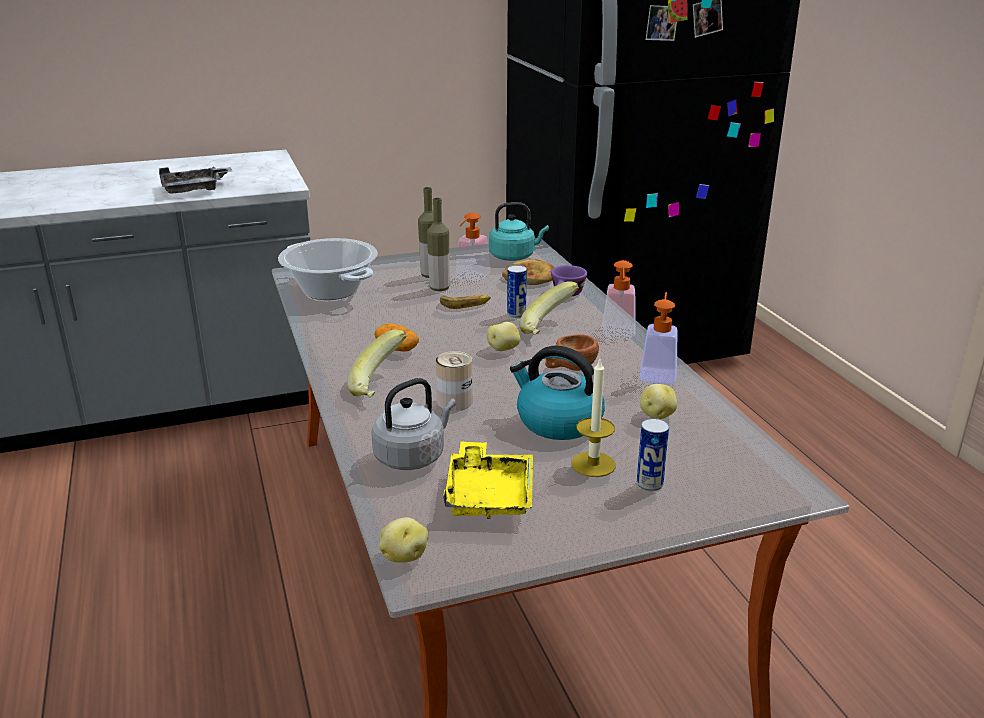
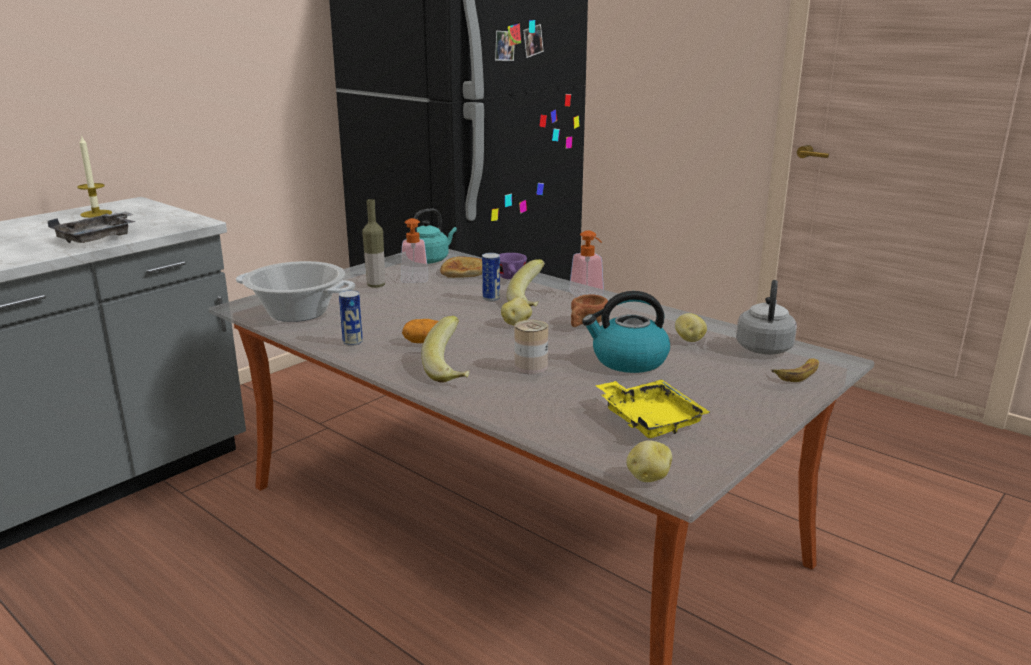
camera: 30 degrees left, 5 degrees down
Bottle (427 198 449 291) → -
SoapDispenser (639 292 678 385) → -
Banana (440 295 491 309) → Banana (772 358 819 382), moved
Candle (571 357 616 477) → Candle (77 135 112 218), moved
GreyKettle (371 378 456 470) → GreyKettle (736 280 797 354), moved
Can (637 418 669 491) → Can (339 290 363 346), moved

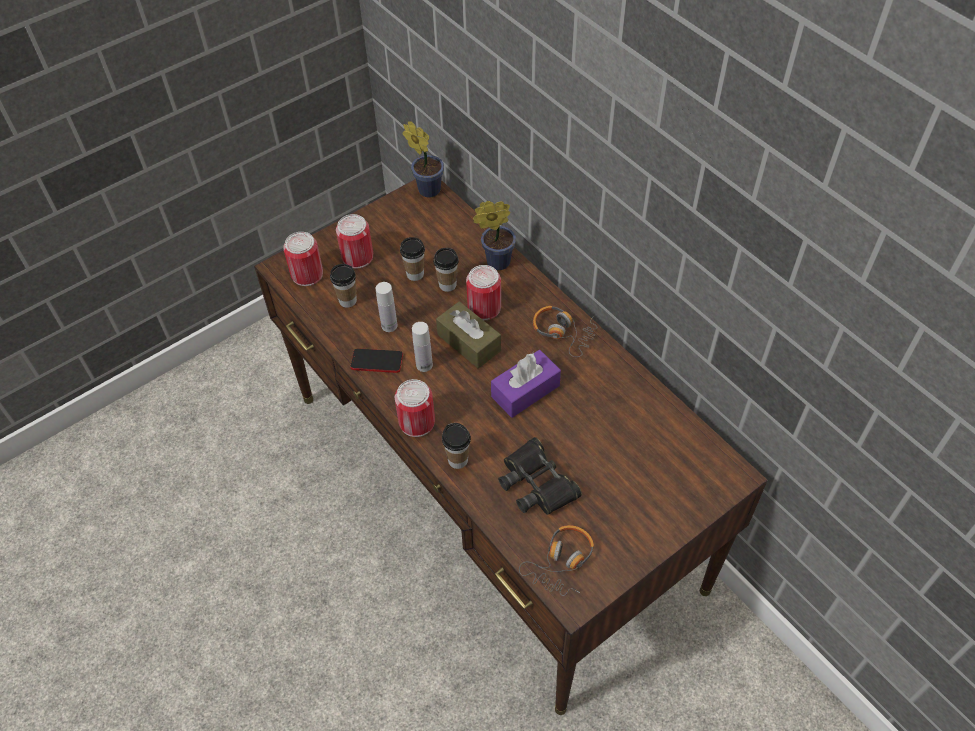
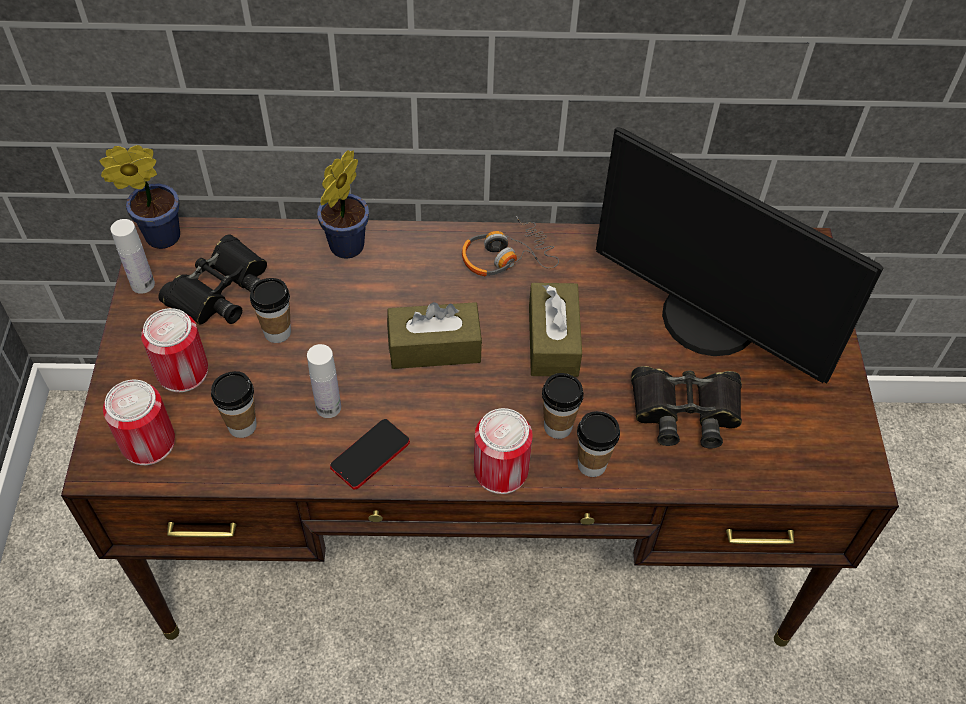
camera: 55 degrees left, 0 degrees up
Cup (433 248 459 292) → Cup (542 373 584 439), moved
Can (466 265 501 320) → -
WhiteBottle (412 322 433 372) → WhiteBottle (110 219 155 294), moved
PurpleTissueBox (491 350 561 418) → BrownTissueBox (529 283 582 377)
Headphones (519 525 594 596) → -
- → Monitor (596 127 883 383)
- → BlackBinoculars (159 234 267 324)

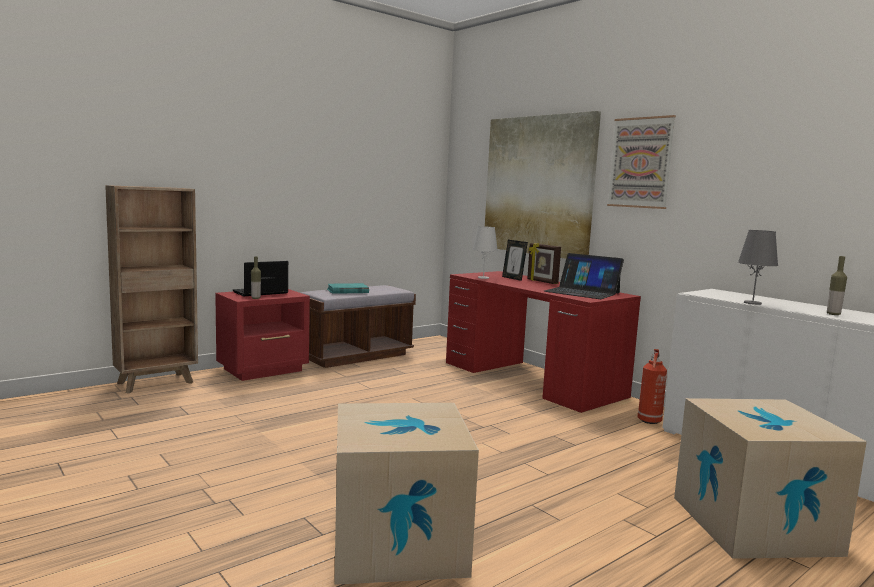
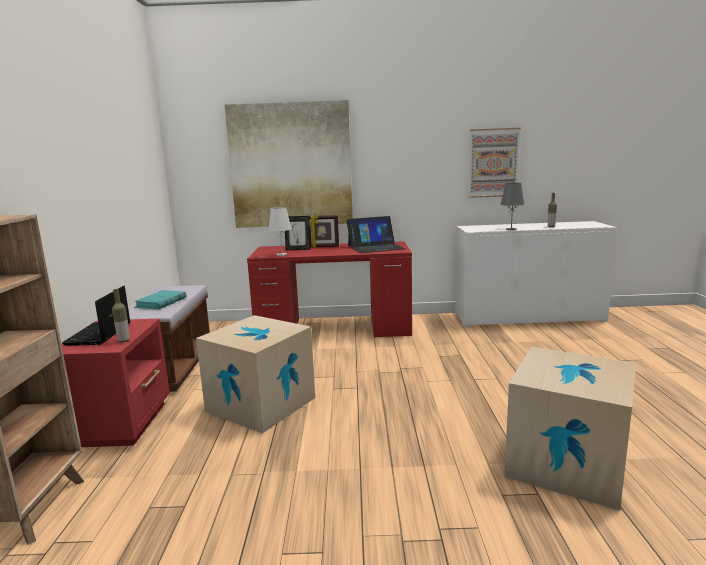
camera: 50 degrees left, 5 degrees up
Picture (607 115 676 209) → Picture (468 128 521 198), moved
FireExtinguisher (638 349 667 424) → -
CardboardBox (674 398 867 559) → CardboardBox (196 315 315 433), moved

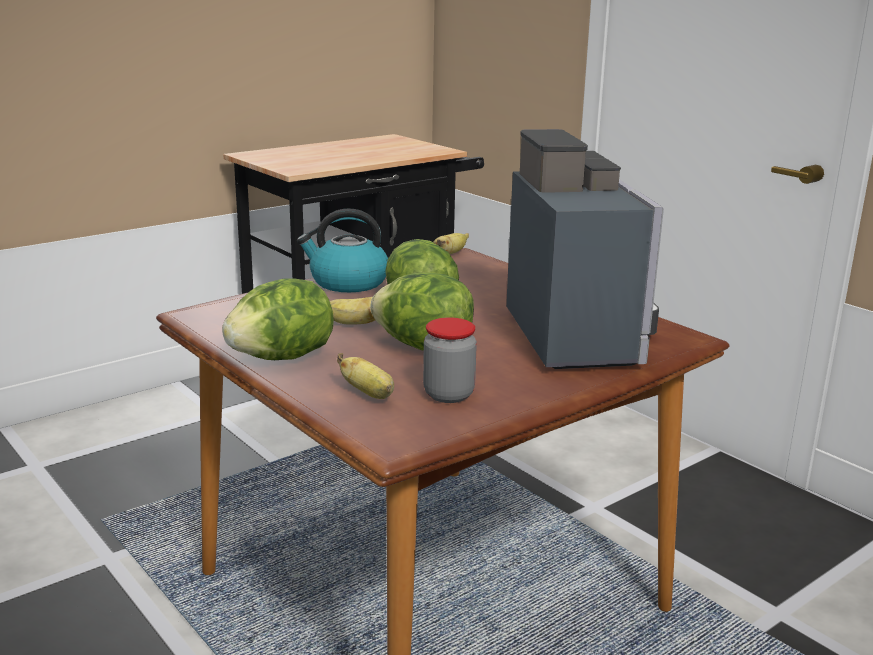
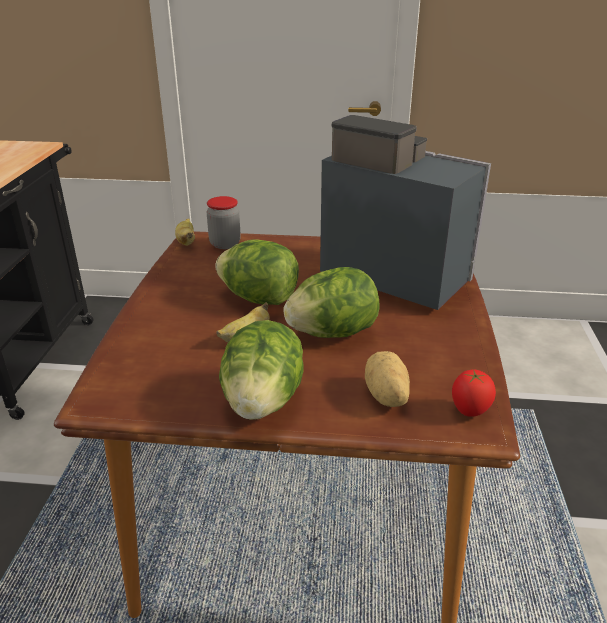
camera: 45 degrees left, 10 degrees up
Kettle (297 209 388 292) → -
Jar (423 317 477 403) → Jar (207 196 241 249), moved
Banana (337 353 394 399) → Potato (365 351 410 407)
- → Tomato (452 370 496 417)

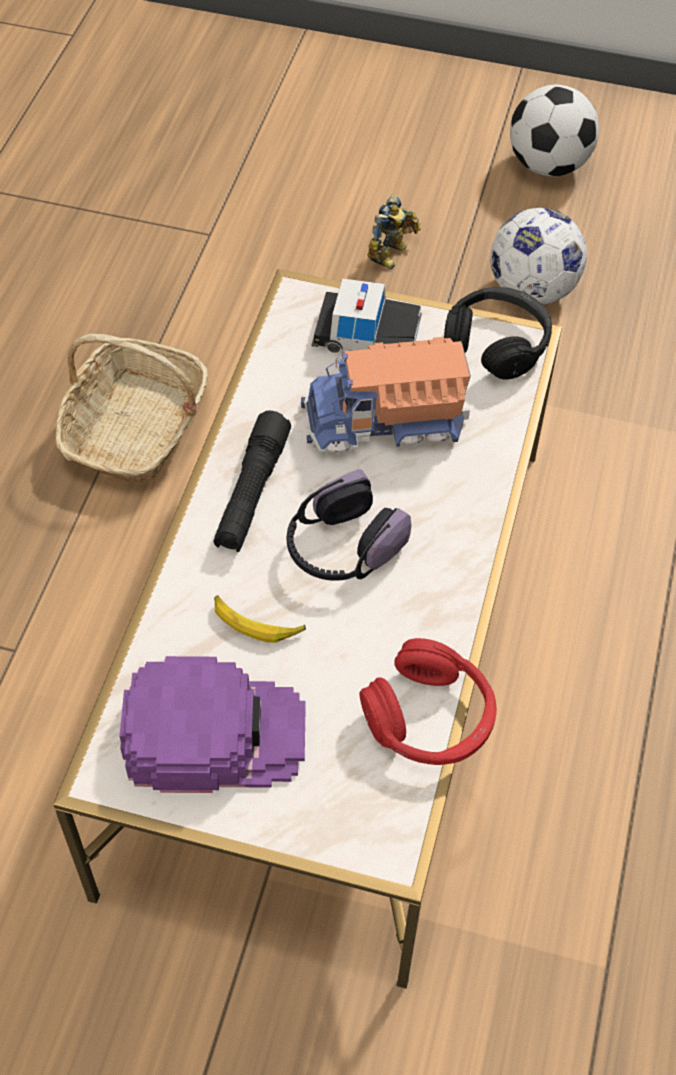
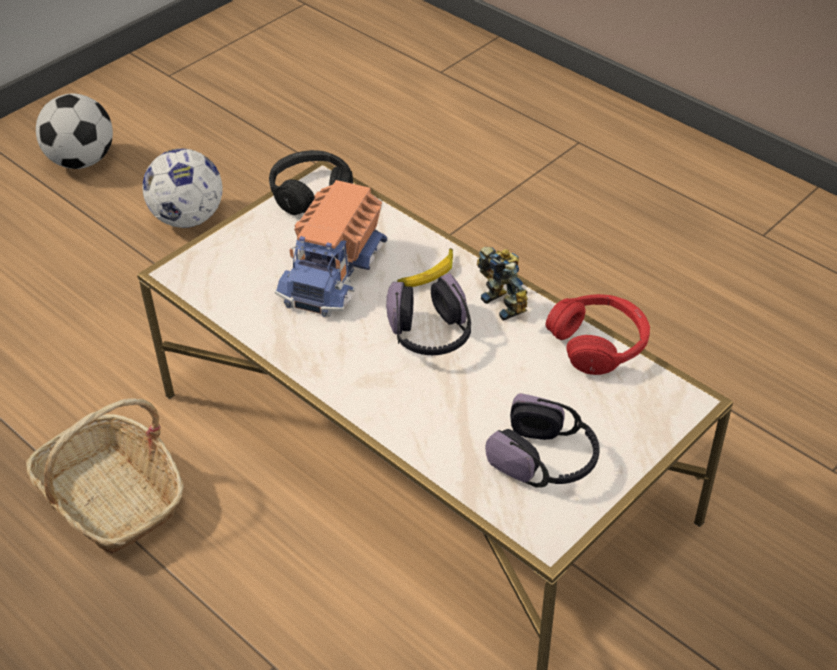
camera: 60 degrees left, 10 degrees down
ToyRobot (367 195 421 270) → ToyRobot (477 247 528 321), moved
ToyCar (311 279 422 353) → -
BlackFlashlight (213 410 291 552) → -
Banana (214 595 306 643) → Banana (397 248 453 287), moved
PurpleCap (119 656 306 793) → Headphones (485 393 600 488)

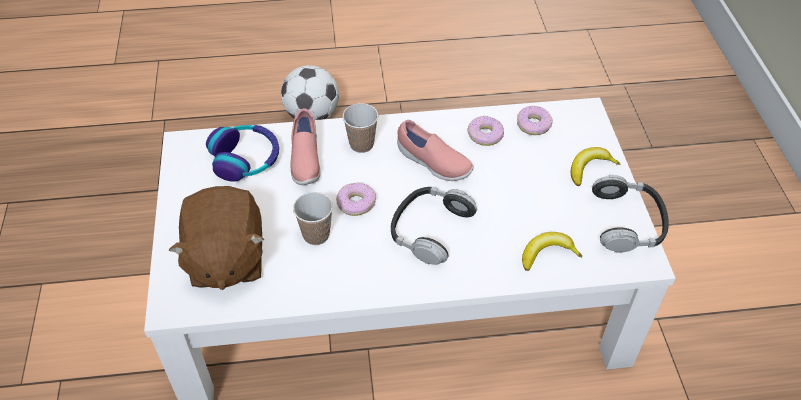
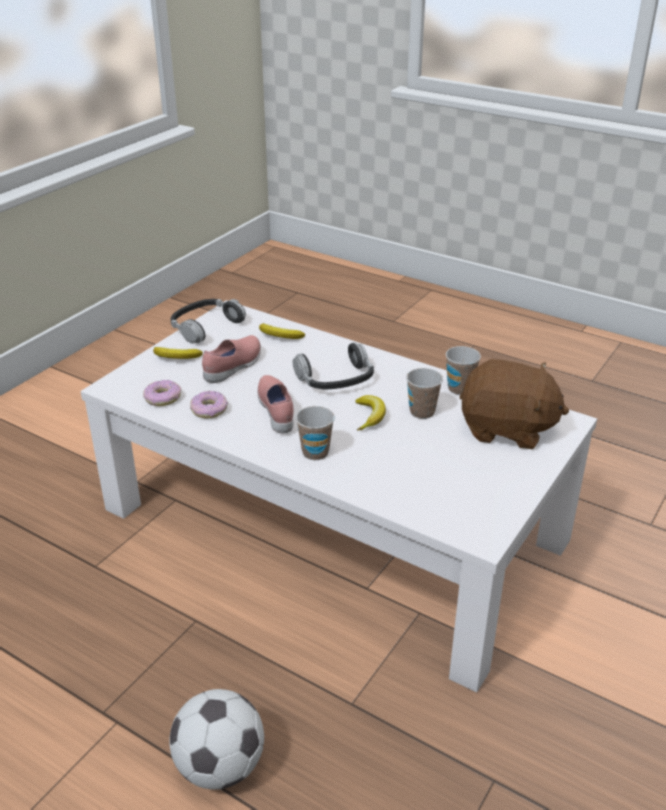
camera: 140 degrees left, 15 degrees down
PinkShoe (290 108 320 185) → PinkShoe (202 335 261 383), moved
Headphones (206 125 279 182) → -
Donut (336 183 376 216) → Banana (355 395 386 431)
BrownPlushToy (169 186 264 290) → BrownPlushToy (460 359 569 449), 75 degrees clockwise
- → Cup (445 346 481 395)

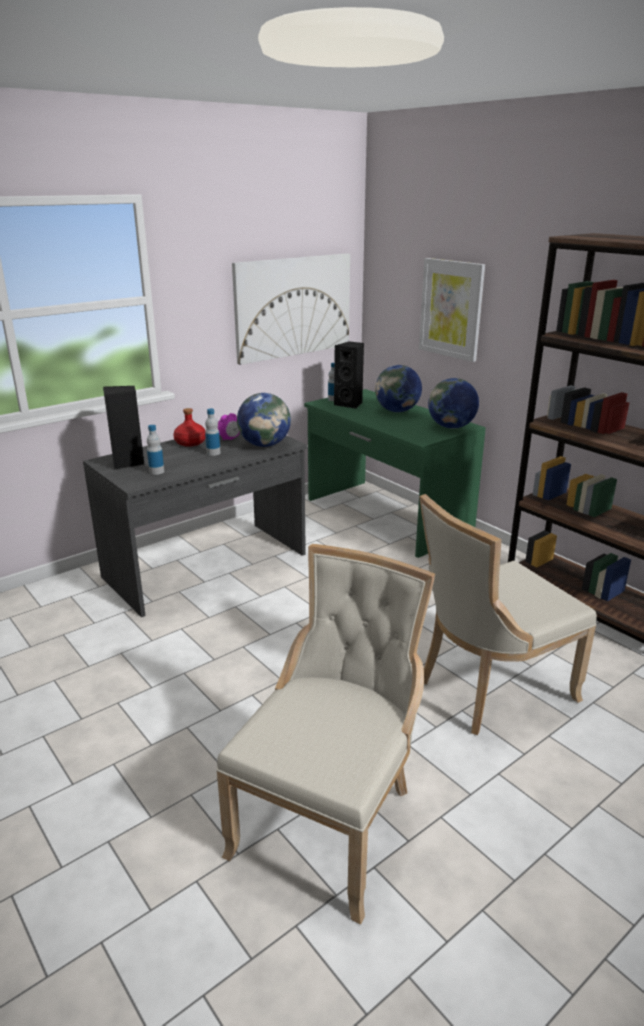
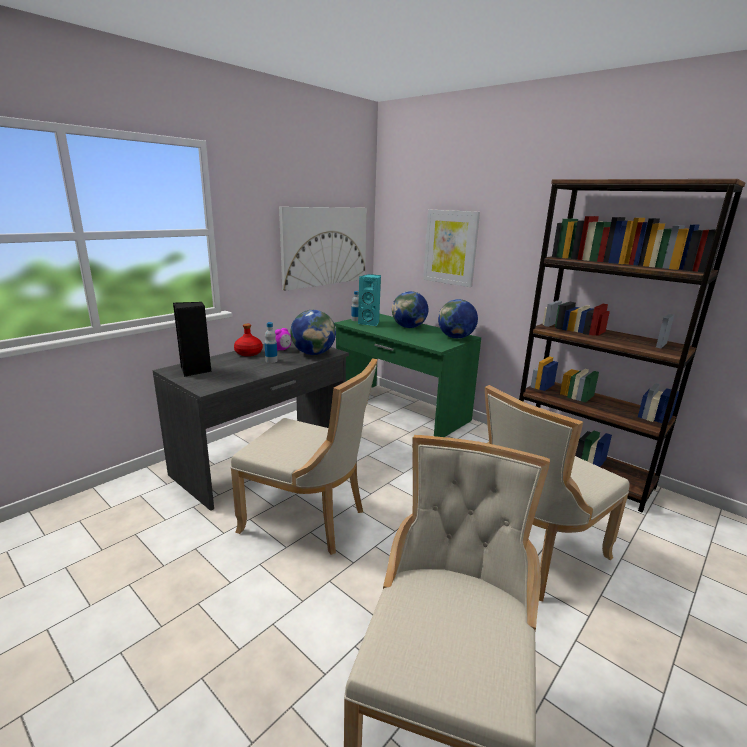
camera: 10 degrees left, 5 degrees down
BlackSpeaker (334 342 364 409) → TurquoiseSpeaker (358 274 381 326)
Bottle (147 425 164 475) → -
- → BeigeChair (230 358 378 555)

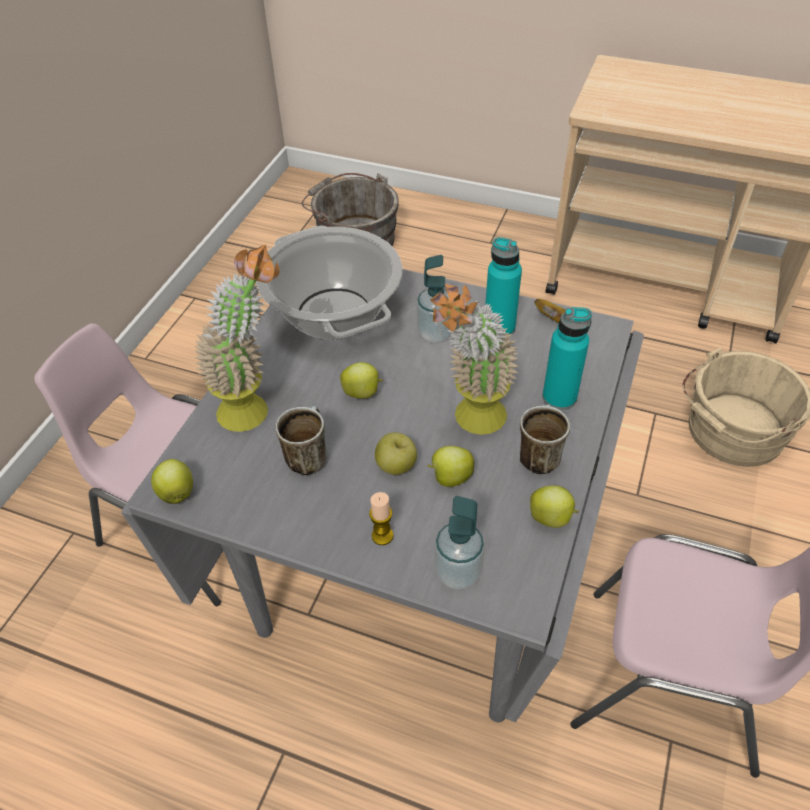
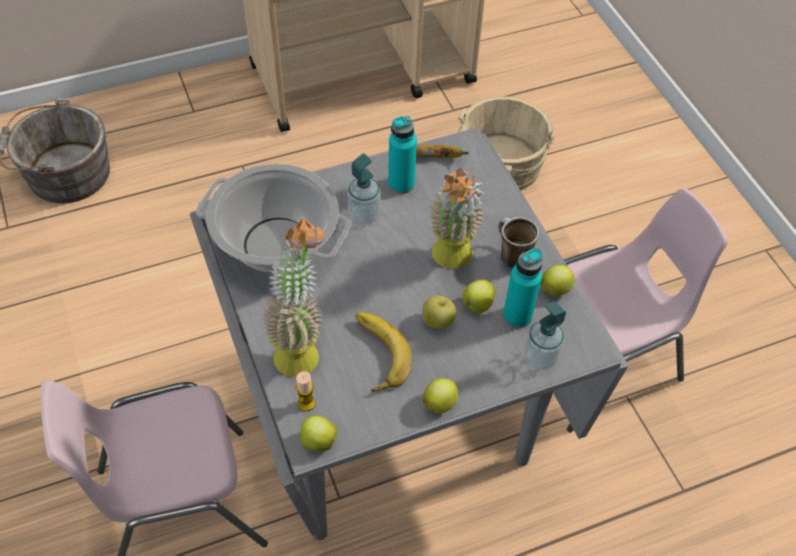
camera: 45 degrees left, 5 degrees up
TurquoiseBottle (543 307 592 410) → TurquoiseBottle (503 248 543 328), moved
Apple (340 362 383 399) → Apple (423 378 458 414), moved
Mug (275 406 327 475) → Banana (356 312 412 392)
Candle (369 492 393 545) → Candle (296 371 315 411), moved

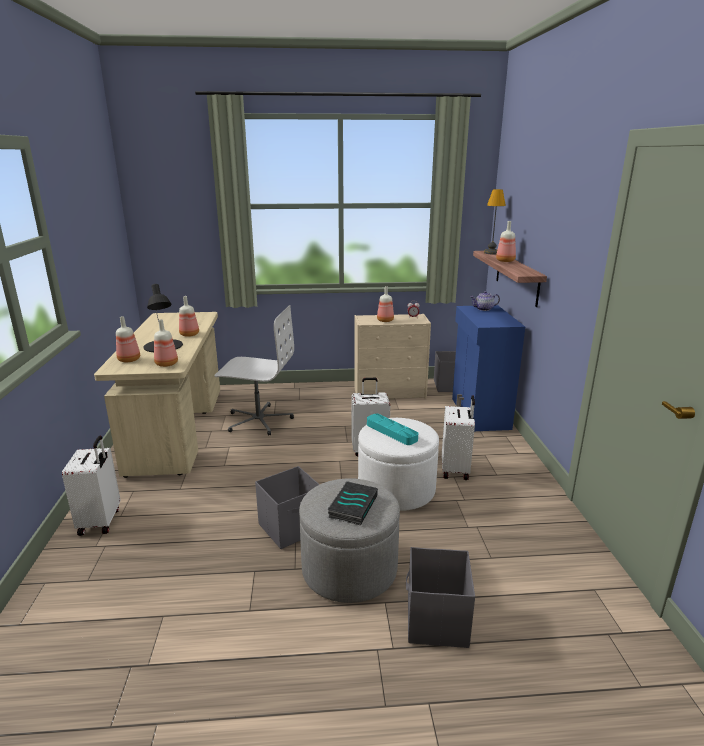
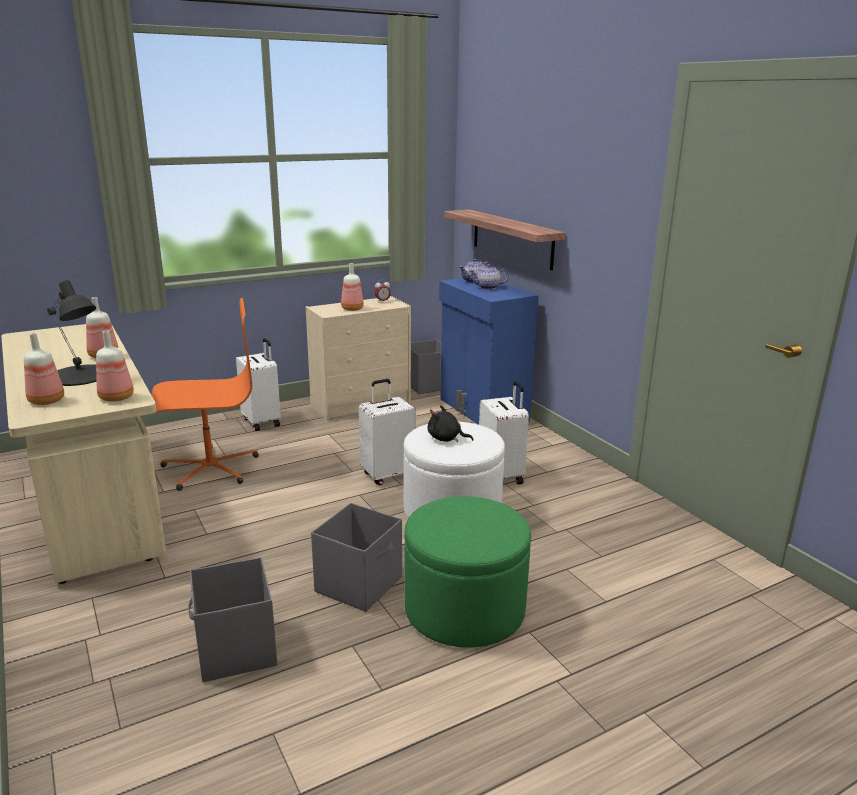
camera: 25 degrees left, 0 degrees up
TableLamp (484 189 506 254) → -
Bottle (496 221 516 262) → -
WhiteOfficeChair (214 305 294 435) → OrangeOfficeChair (151 298 259 491)
TurquoiseTray (367 414 418 445) → BlackPlushToy (428 406 473 442)
WhiteSuitcase (62 436 120 536) → WhiteSuitcase (236 338 281 431), moved
GreyOttoman (299 478 400 603) → GreenOttoman (404 496 531 648)
Book (327 481 378 525) → -
GreyStorageBox (406 547 475 648) → GreyStorageBox (188 557 277 682), moved
- → Teapot (469 264 509 290)

